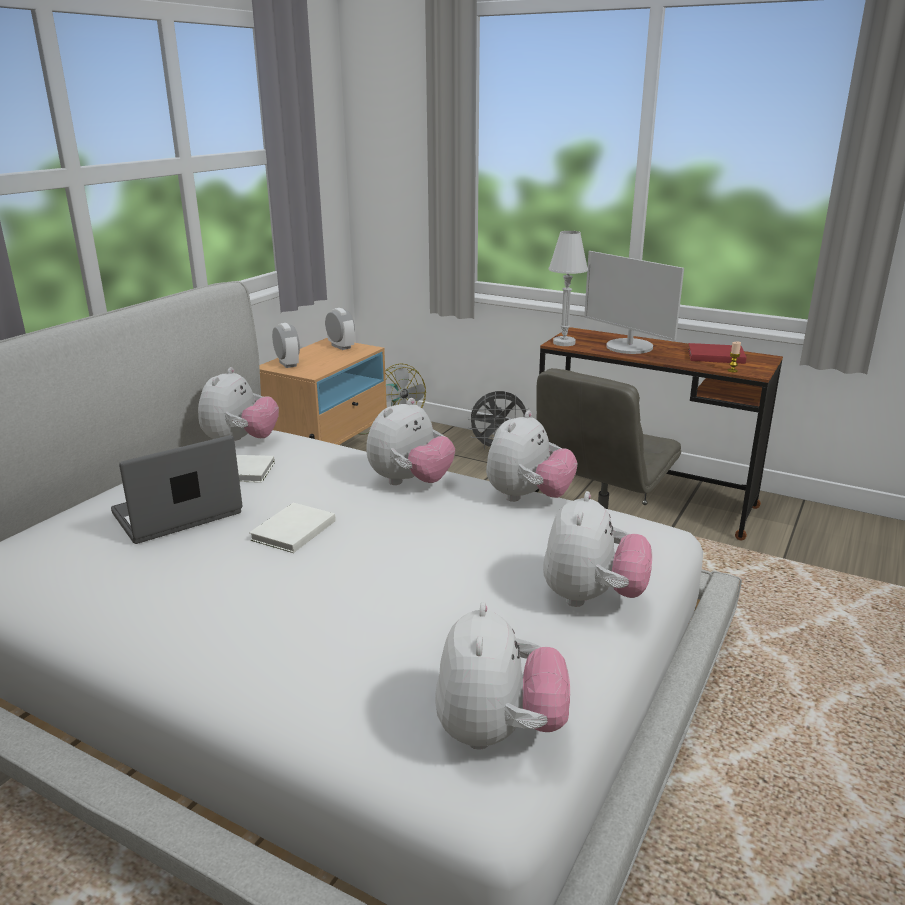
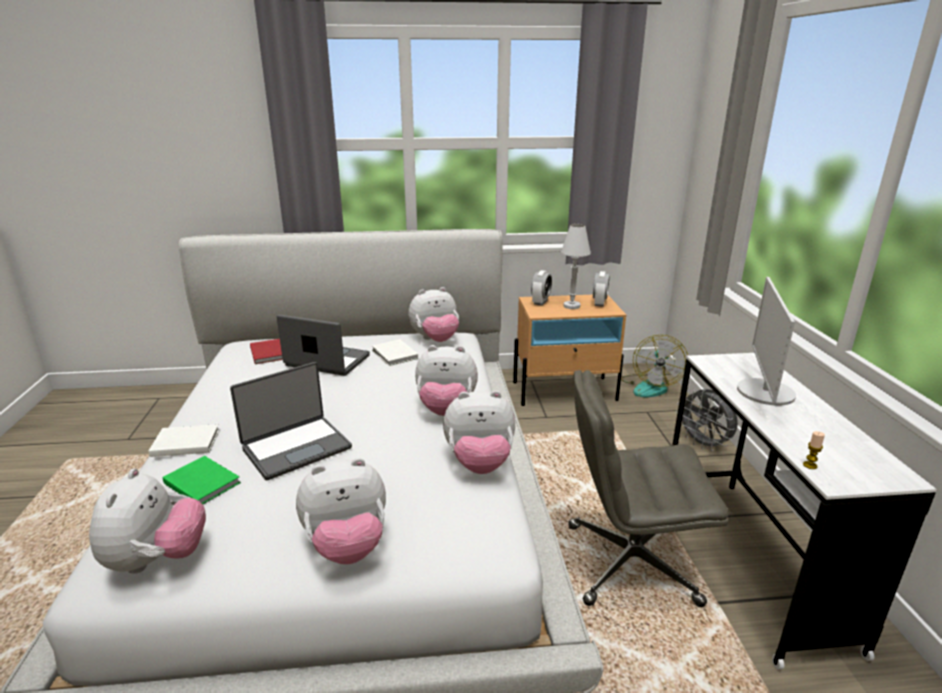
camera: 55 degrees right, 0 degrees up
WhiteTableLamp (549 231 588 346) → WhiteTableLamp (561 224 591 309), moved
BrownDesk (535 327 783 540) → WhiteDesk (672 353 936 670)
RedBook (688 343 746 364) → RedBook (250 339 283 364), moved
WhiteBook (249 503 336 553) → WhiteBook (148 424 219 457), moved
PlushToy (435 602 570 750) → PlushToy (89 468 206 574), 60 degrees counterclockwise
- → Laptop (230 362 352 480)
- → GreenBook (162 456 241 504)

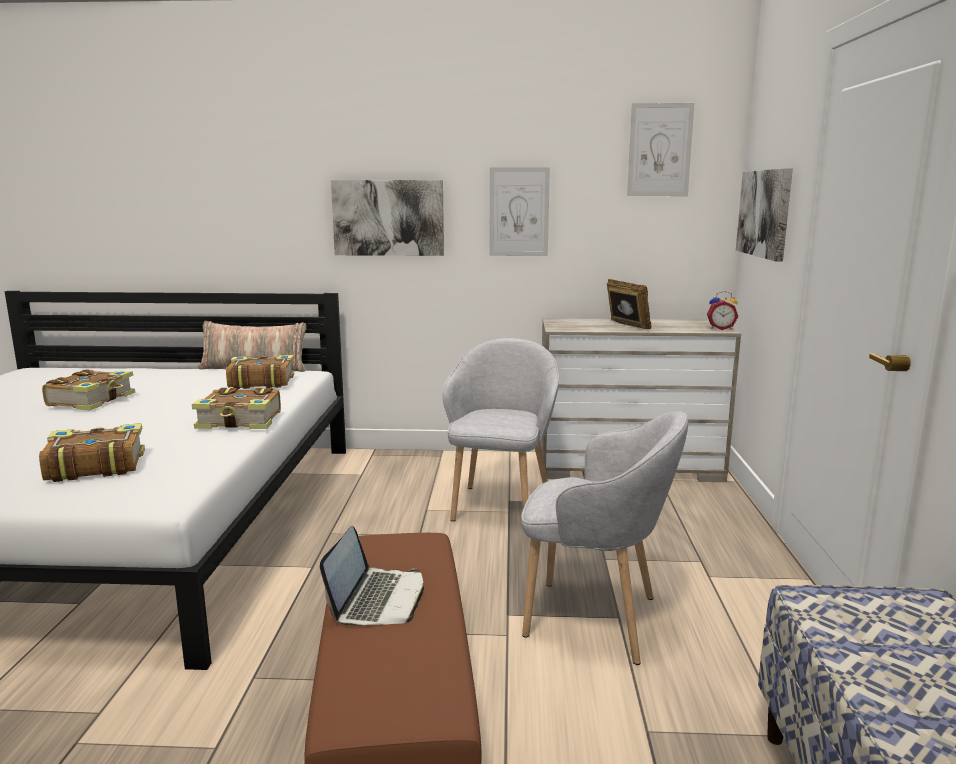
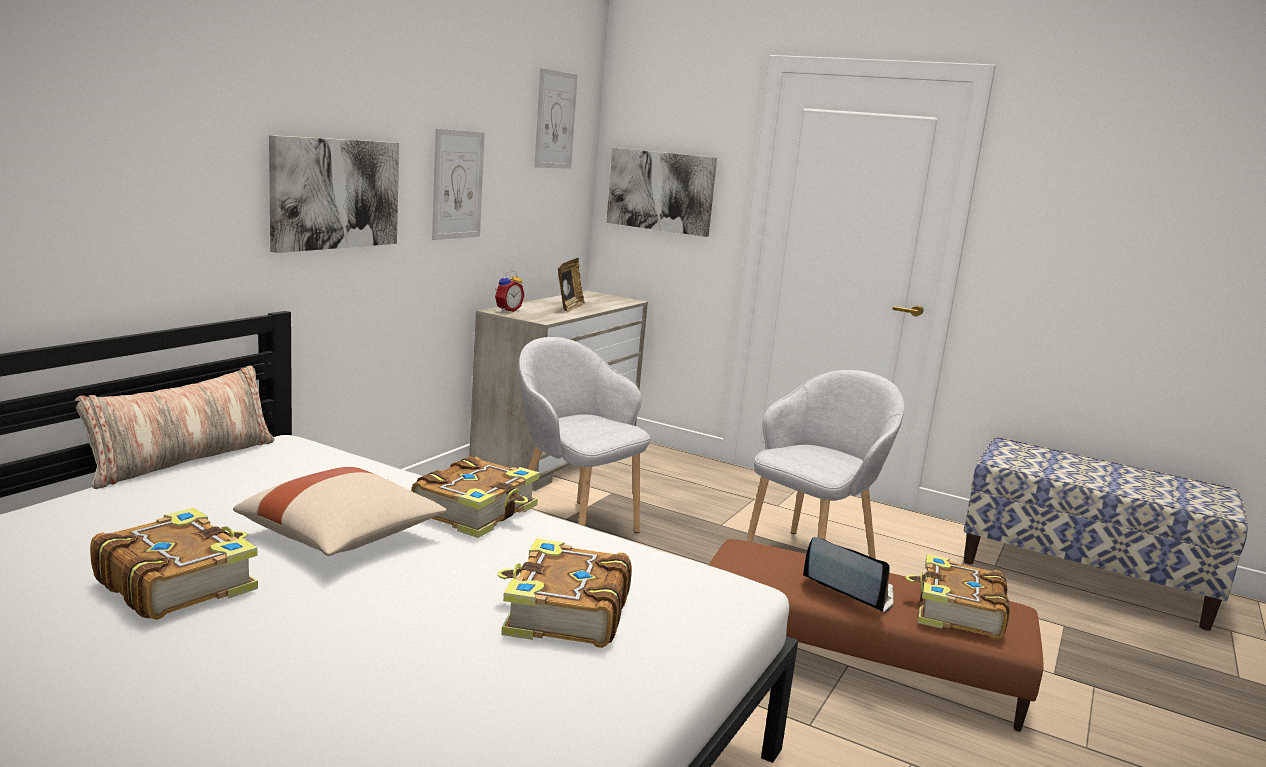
camera: 65 degrees left, 0 degrees up
PictureFrame (607 279 651 329) → PictureFrame (558 258 585 312), 105 degrees clockwise
AlarmClock (707 291 738 330) → AlarmClock (495 270 525 312), moved
Book (226 355 294 389) → Book (906 554 1010 640), moved
- → BeigePillow (233 467 447 556)

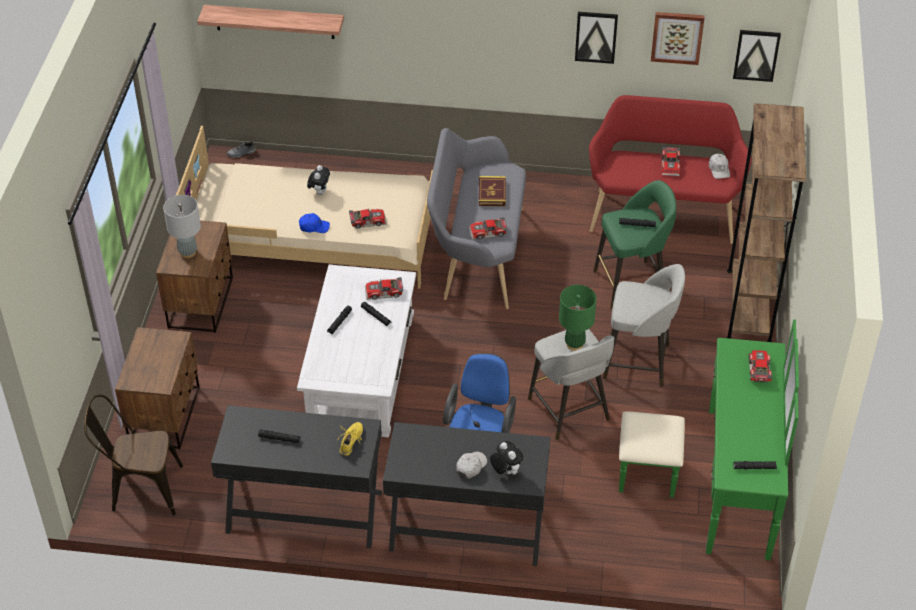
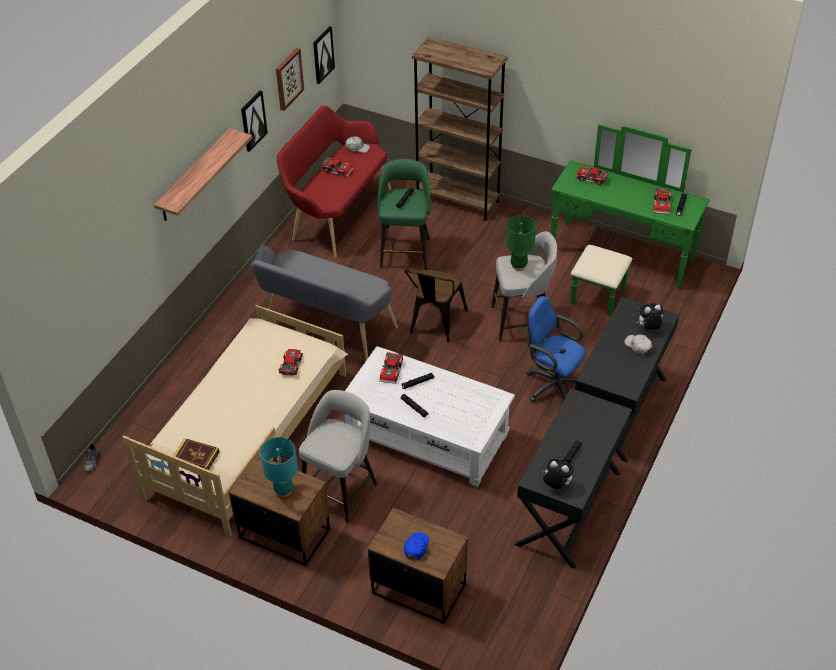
camera: 70 degrees left, 0 degrees up
Shelf (197 5 344 39) → Shelf (154 128 252 221), moved
PlushToy (307 165 330 195) → PlushToy (543 459 574 489), moved
Book (479 176 506 206) → Book (173 438 219 470), moved
GreyTableLamp (163 195 201 258) → TurquoiseTableLamp (260 437 298 498)
BlueCap (299 213 330 233) → BlueCap (404 532 429 560), moved
ToyCar (469 217 508 240) → ToyCar (654 188 671 214), moved
GreyStool (603 264 685 387) → GreyStool (299 390 377 523), moved
BrownChair (84 395 183 515) → BrownChair (404 269 468 342), moved
YellowShoe (337 422 363 456) → -

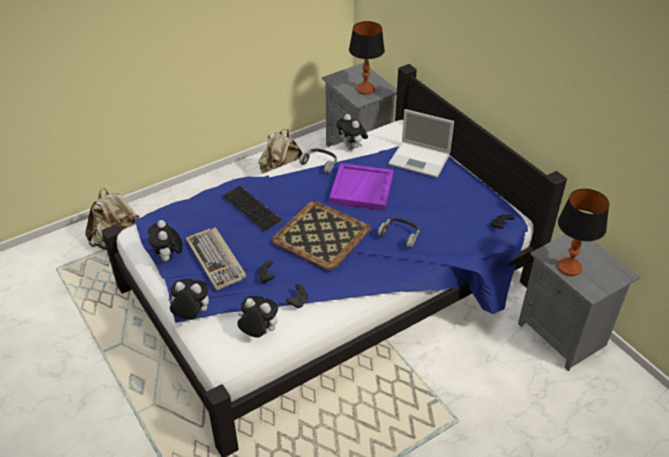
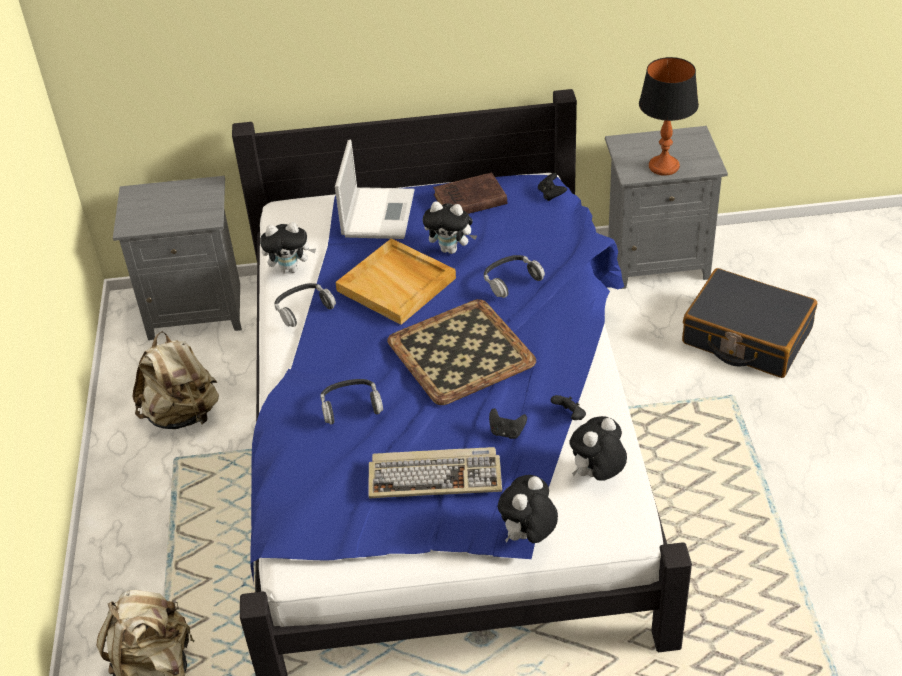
camera: 60 degrees left, 0 degrees up
TableLamp (349 21 385 95) → -
Laptop (388 109 454 178) → Laptop (335 140 414 239), 45 degrees counterclockwise
PurpleTray (329 163 394 211) → BeigeTray (335 238 456 325)
Keyboard (222 186 282 231) → Headphones (320 379 383 425)
PlushToy (148 220 183 261) → PlushToy (422 201 477 254), moved
- → BrownBook (433 172 507 214)
- → BlackSuitcase (682 268 817 378)

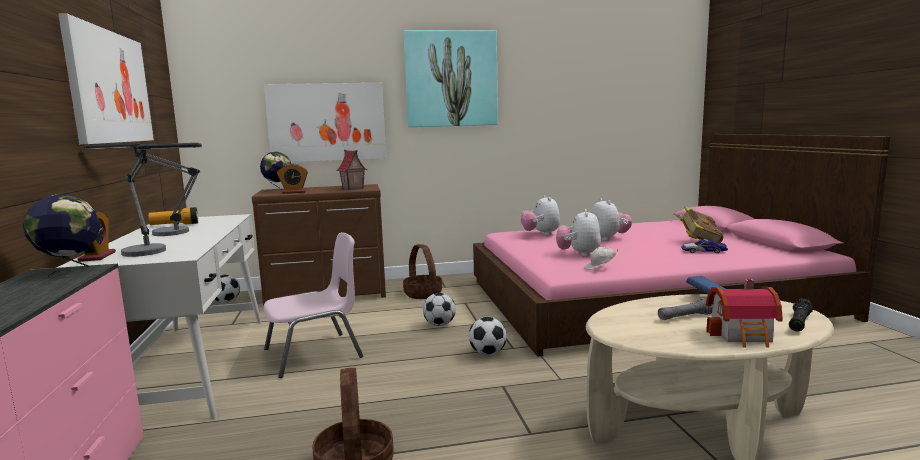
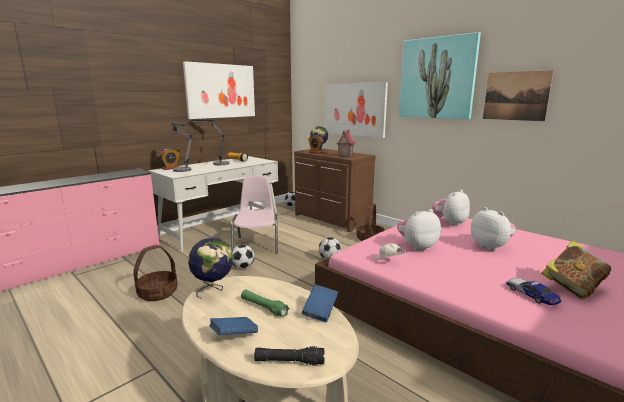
camera: 55 degrees right, 5 degrees up
Globe (23 194 100 279) → Globe (188 237 233 299), moved
PlushToy (590 198 632 241) → PlushToy (471 207 516 251), 75 degrees counterclockwise
PinkChair (263 232 363 378) → PinkChair (231 175 278 253), 120 degrees counterclockwise
ToyHouse (706 279 783 348) → BlueBook (209 317 258 335)
GreyFlashlight (658 298 713 320) → GreenFlashlight (241 290 289 317)
Football (469 317 507 355) → Football (232 244 255 269), moved
- → Picture (483 70 554 121)

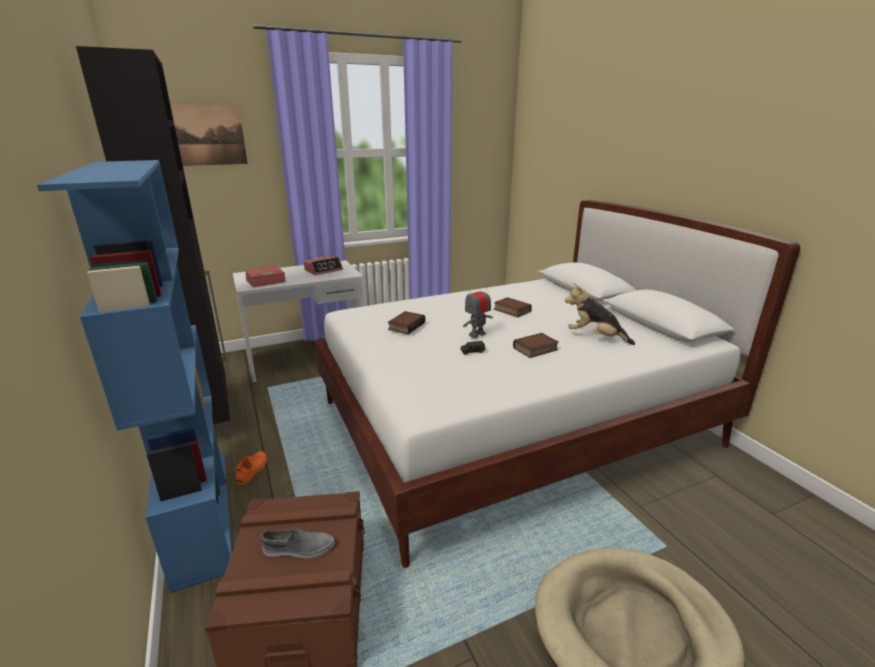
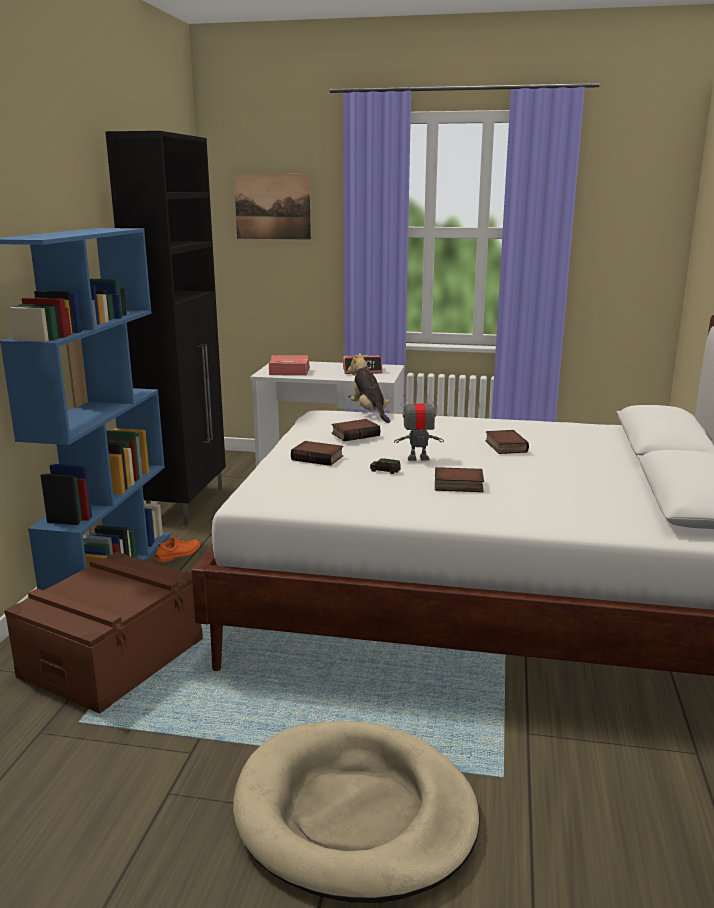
camera: 35 degrees right, 5 degrees down
PlushToy (565 283 635 345) → PlushToy (348 353 390 423), moved
GreyShoe (261 526 335 559) → -
- → Book (291 441 343 466)

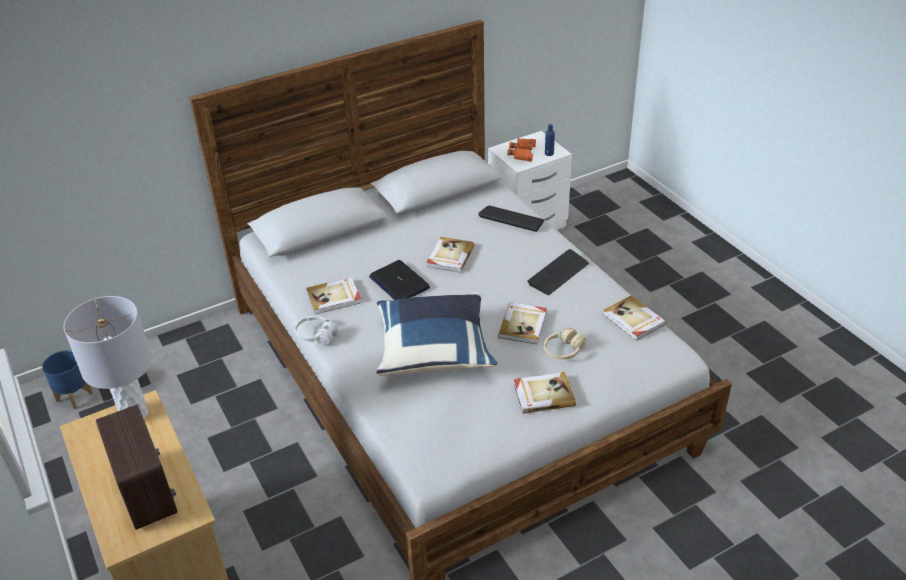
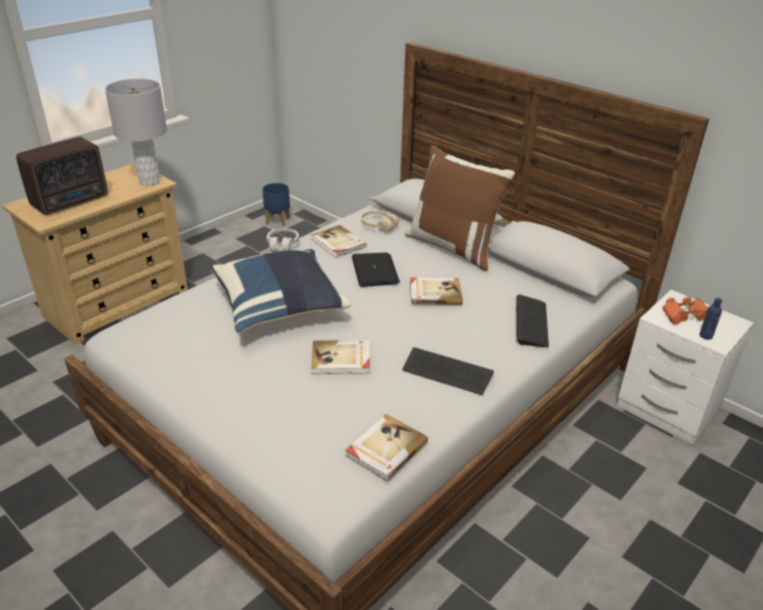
camera: 70 degrees right, 5 degrees down
Laptop (369 260 430 300) → Laptop (352 253 400 287), 135 degrees clockwise
BeigeHeadphones (544 327 587 360) → BeigeHeadphones (361 210 399 233), moved
Book (514 372 576 414) → -
- → BrownPillow (405 145 515 271)

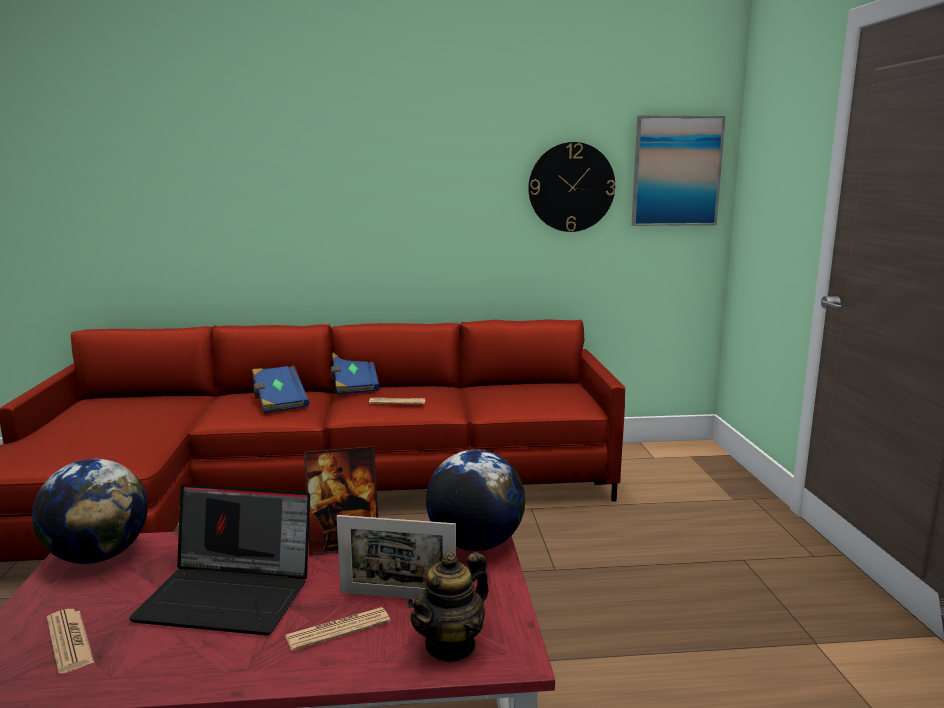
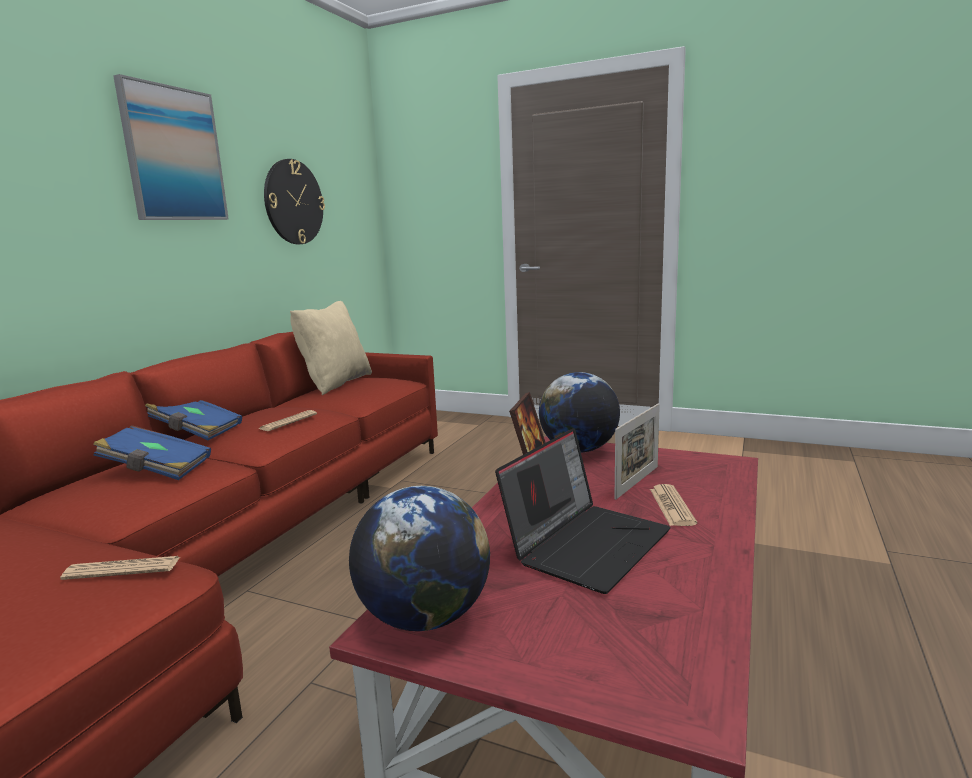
camera: 60 degrees left, 0 degrees up
Picture (631 115 726 226) → Picture (113 74 229 220), moved
Teapot (407 552 489 663) → -
Newspaper (47 609 95 674) → Newspaper (60 556 180 580), moved
- → BeigePillow (290 301 372 395)

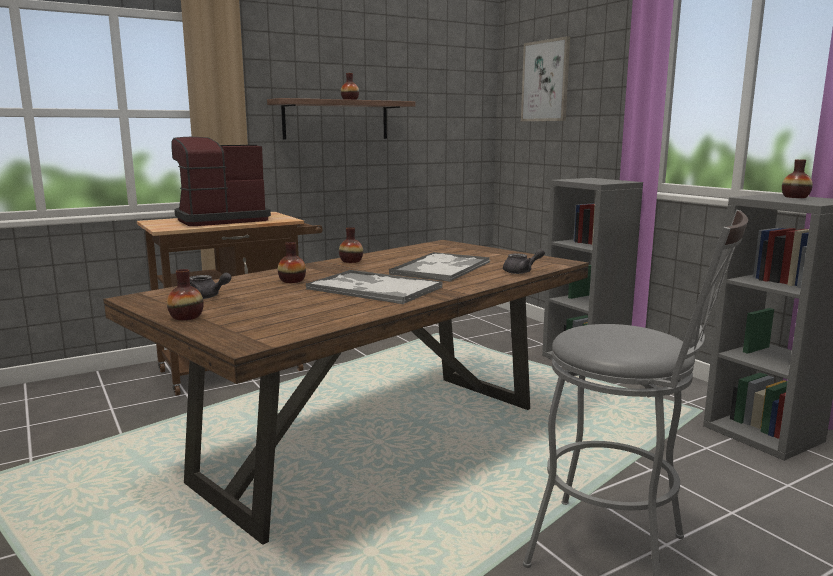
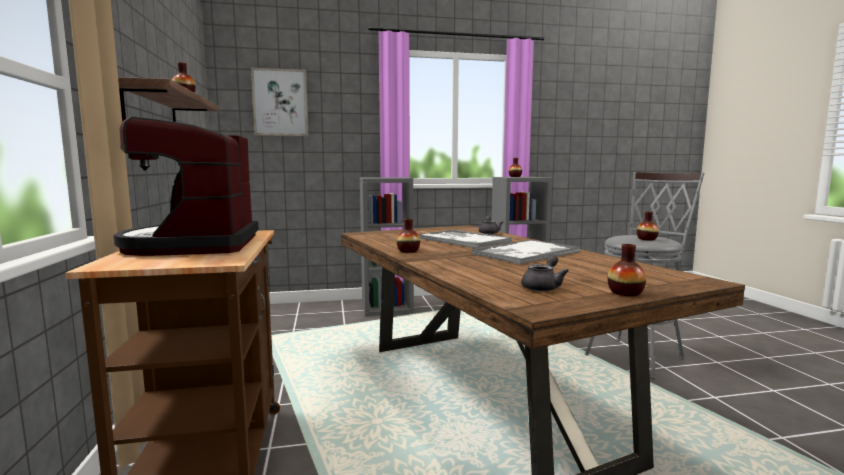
camera: 70 degrees left, 5 degrees down
Vase (278 242 306 283) → Vase (637 212 659 240), moved

